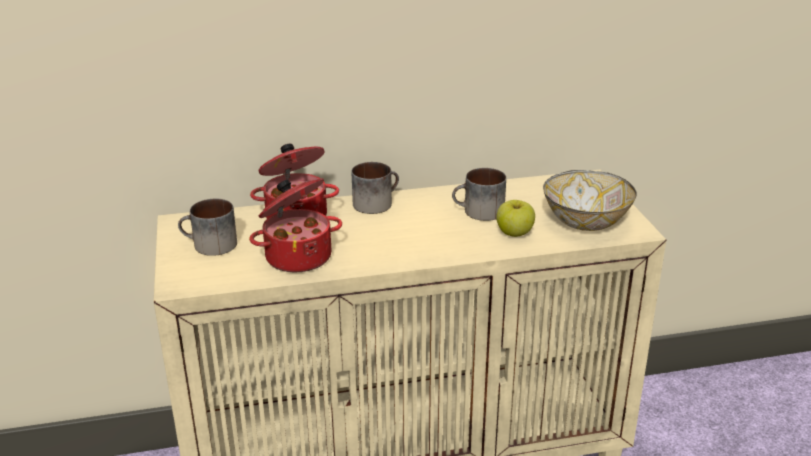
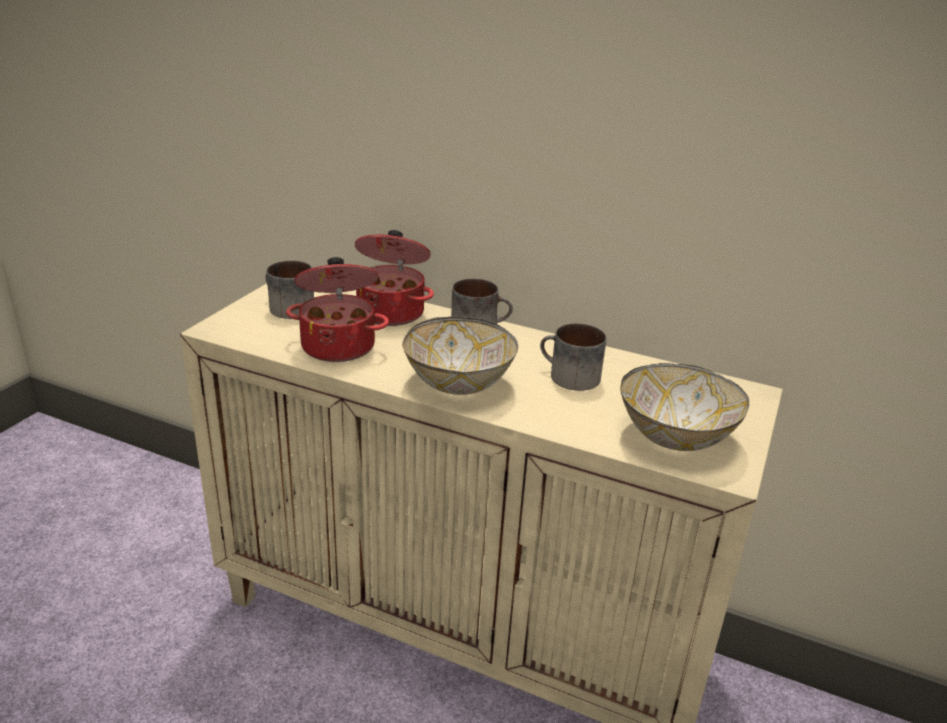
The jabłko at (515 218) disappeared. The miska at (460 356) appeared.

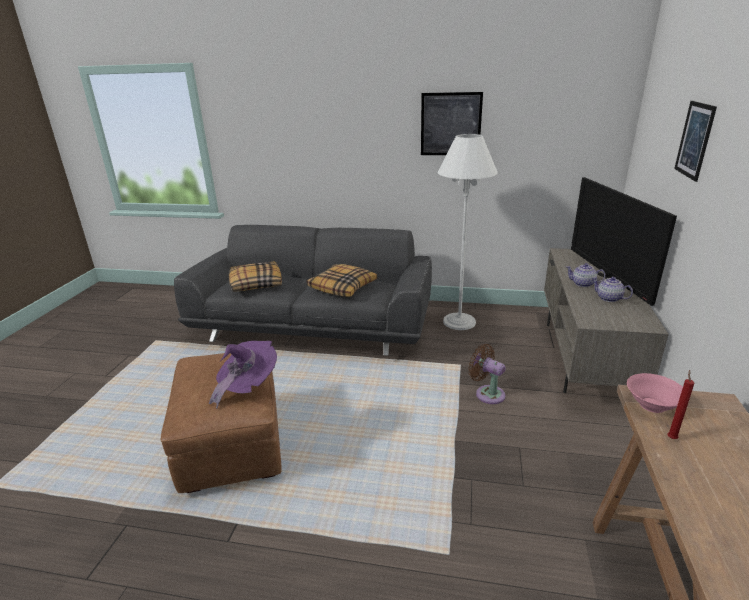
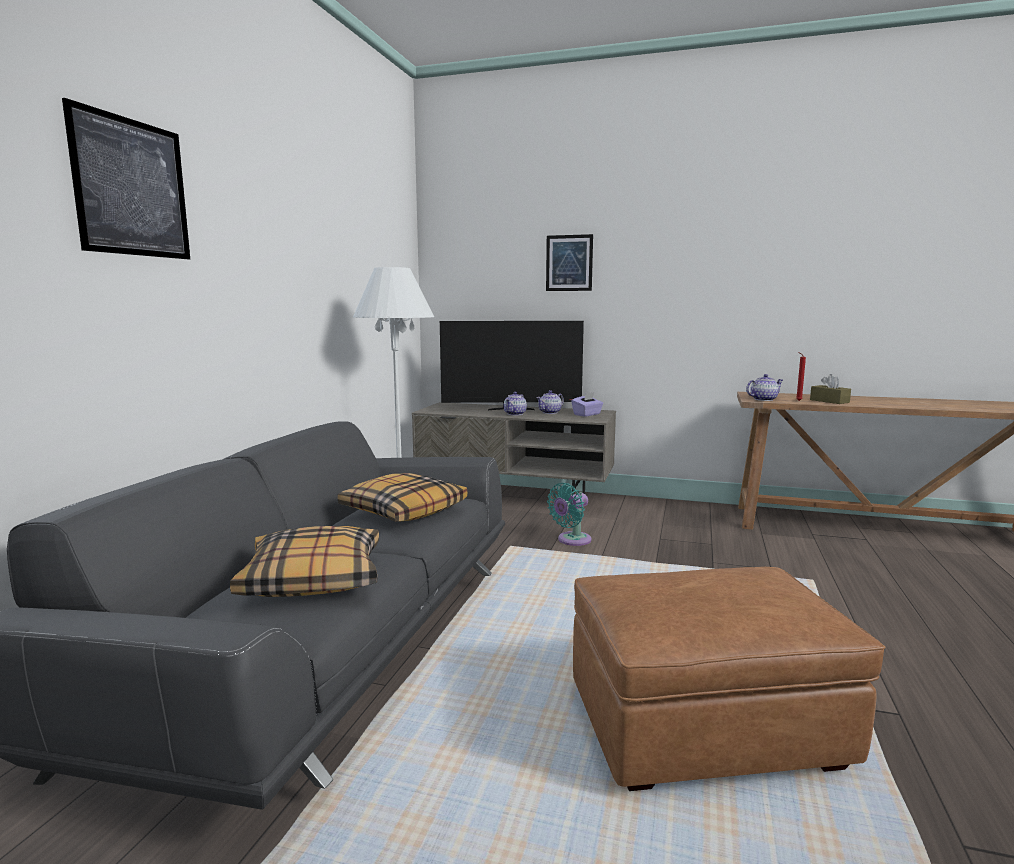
The kapelusz (fioletowy) at (243 374) disappeared. The obraz moved from (452 123) to (126 178). The wentylator (brązowy) at (487 374) became the wentylator (turkusowy) at (569 514). The miska (różowy) at (655 393) was replaced by the imbryk at (764 387). The pudełko chusteczek (fioletowy) at (587 404) appeared. The pudełko chusteczek (brązowy) at (830 389) appeared.

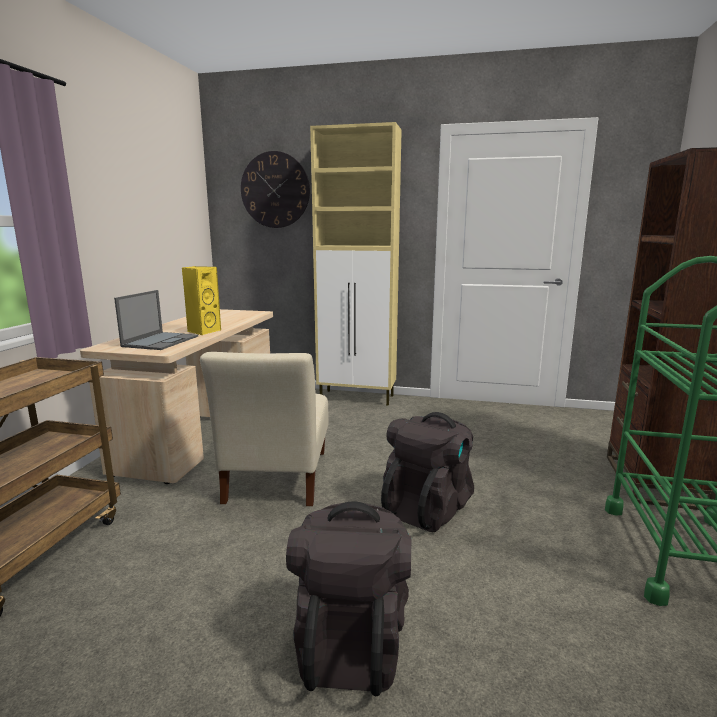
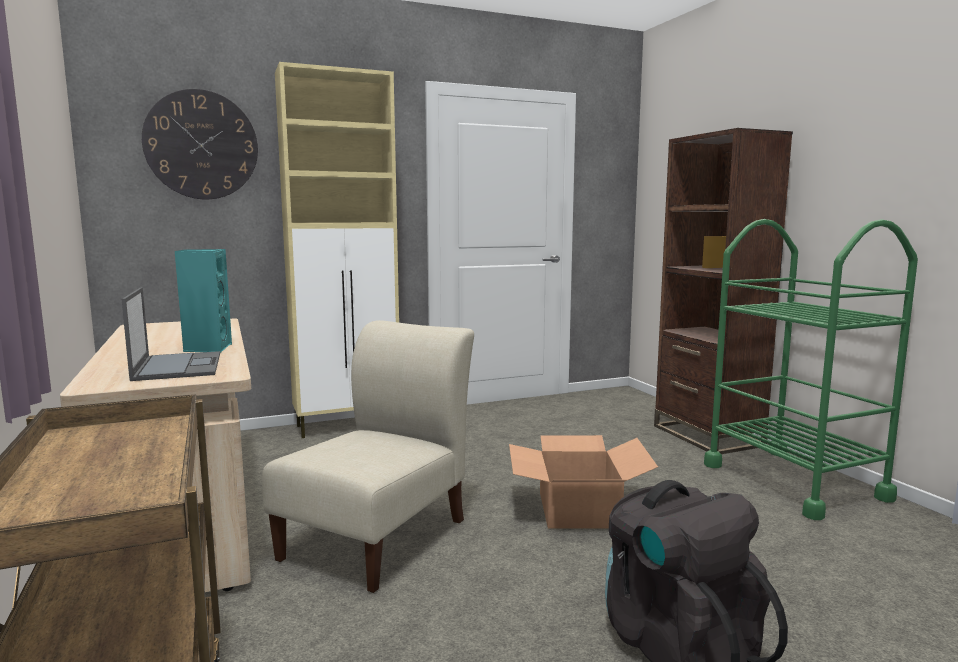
The głośnik (żółty) at (202 300) became the głośnik (turkusowy) at (203 301). The krzesło (beżowy) at (264 429) turned 120 degrees counterclockwise. The plecak (czarny) at (427 472) was replaced by the karton at (583 482).

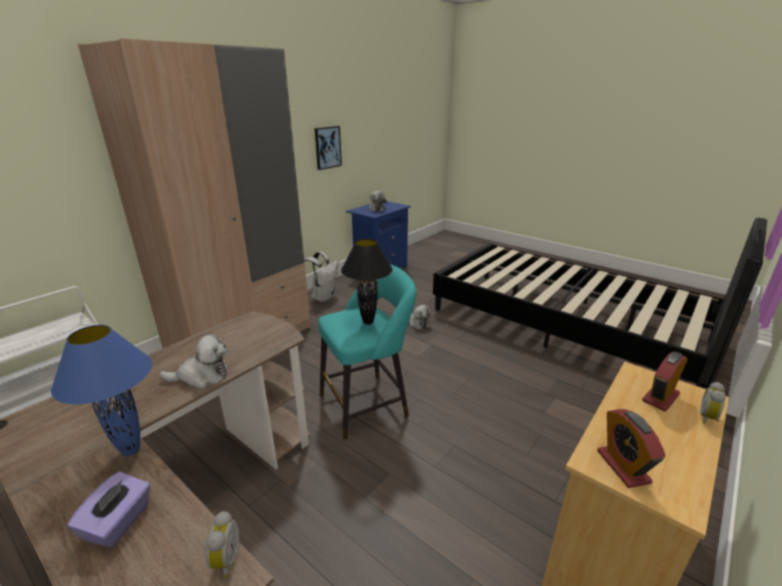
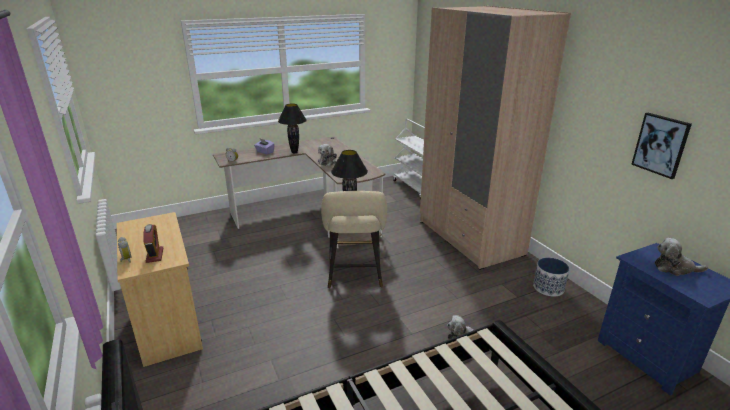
The lampa stołowa (niebieski) at (101 390) became the lampa stołowa (czarny) at (292 129). The plecak (biały) at (321 277) was replaced by the donica at (551 277). The stołek (turkusowy) at (367 352) became the stołek (beżowy) at (354 239). The budzik at (631 448) disappeared.

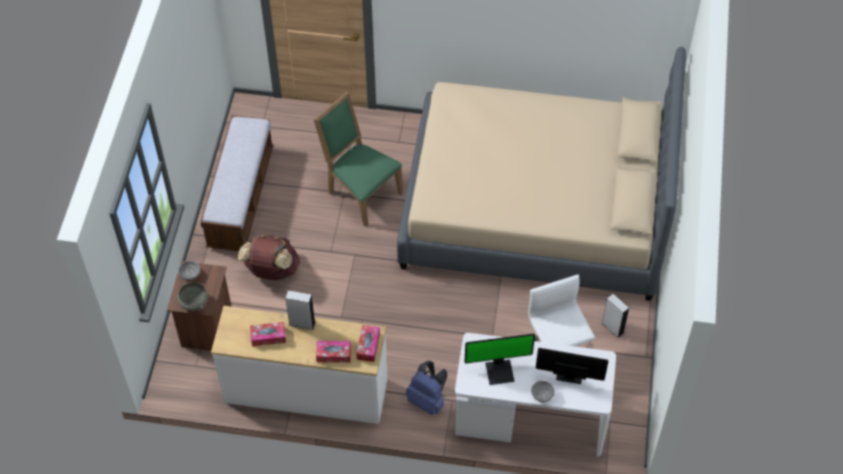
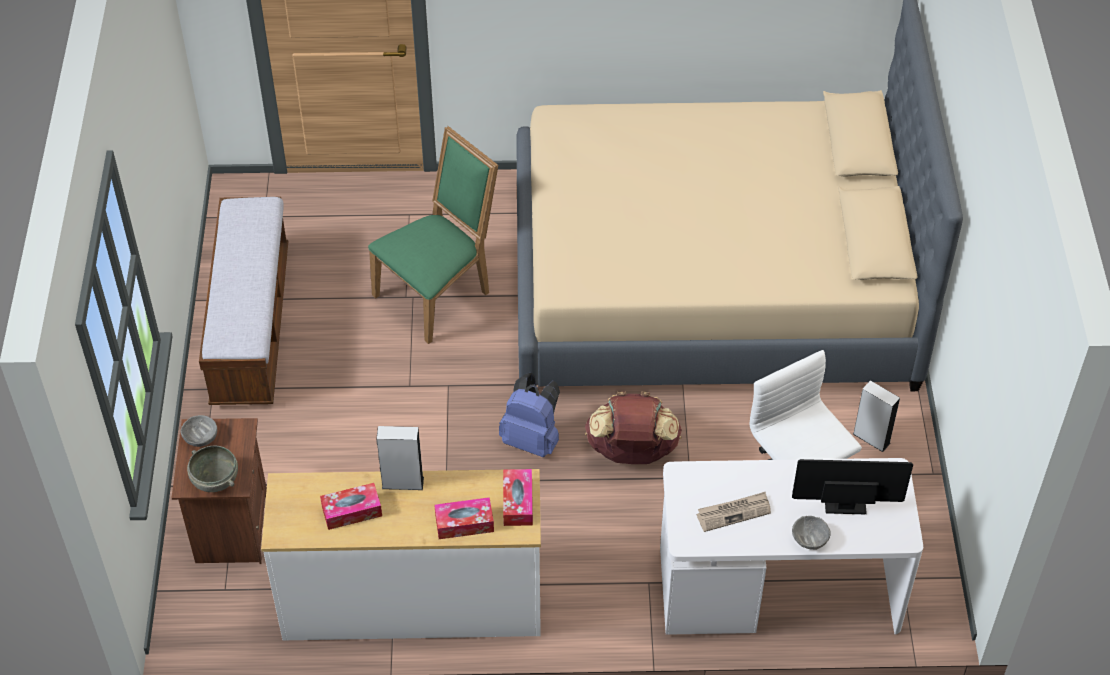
The plecak (brązowy) moved from (269 257) to (633 427). The krzesło (zielony) at (358 159) turned 105 degrees clockwise. The plecak (niebieski) moved from (426 388) to (529 415). The monitor at (500 359) was replaced by the gazeta at (734 512).

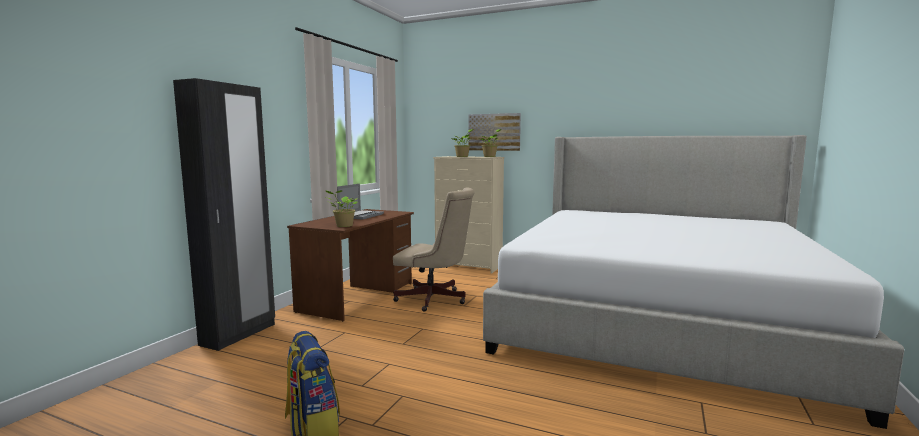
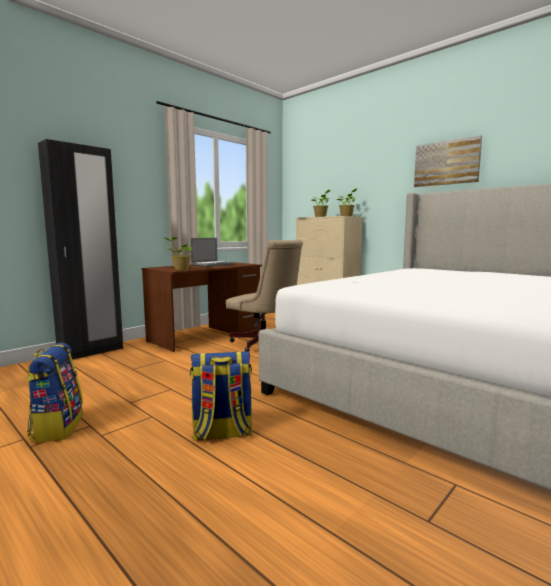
The obraz moved from (494 132) to (448 161). The plecak at (221 396) appeared.

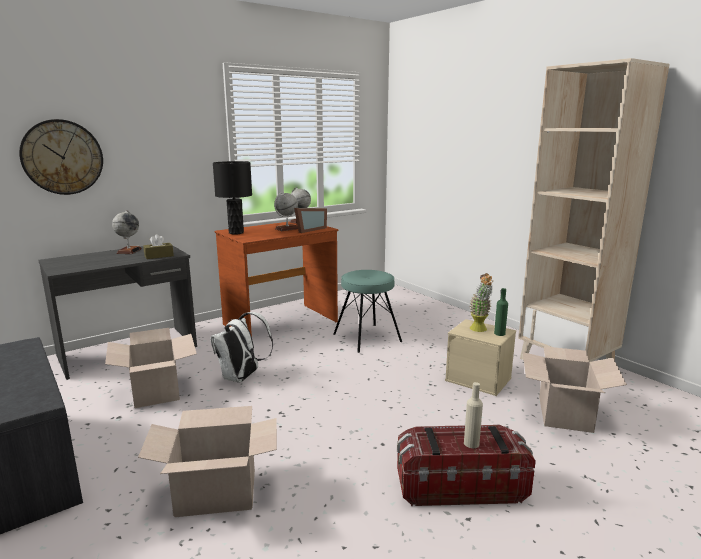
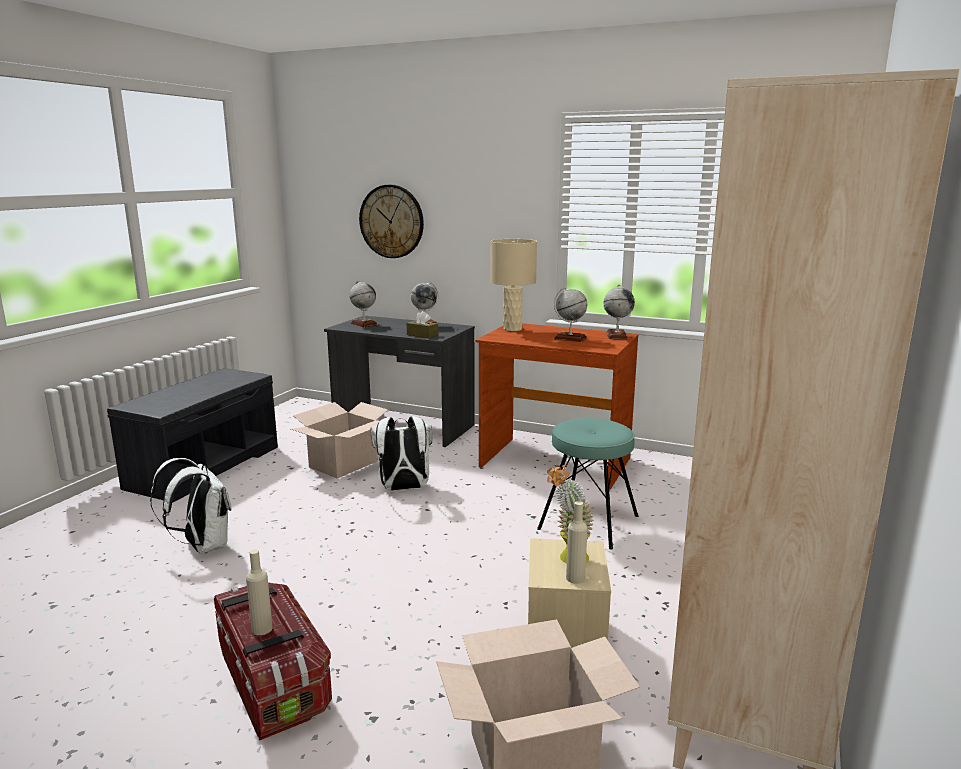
The karton at (207 461) was replaced by the plecak (biały) at (191 506). The lampa stołowa (czarny) at (232 198) became the lampa stołowa (beżowy) at (513 285). The ramka na zdjęcie at (310 220) disappeared. The butelka (zielony) at (501 312) became the butelka (beżowy) at (577 542). The globus at (364 304) appeared.

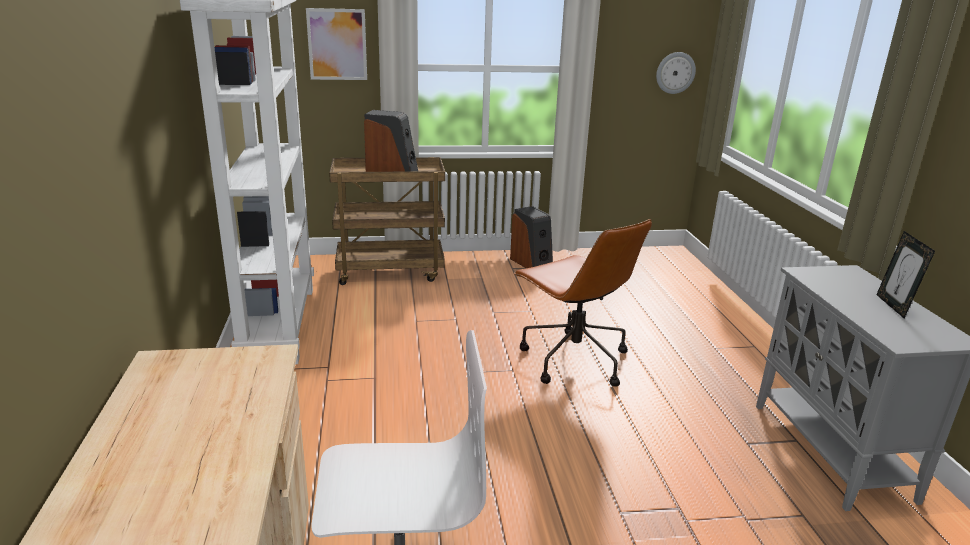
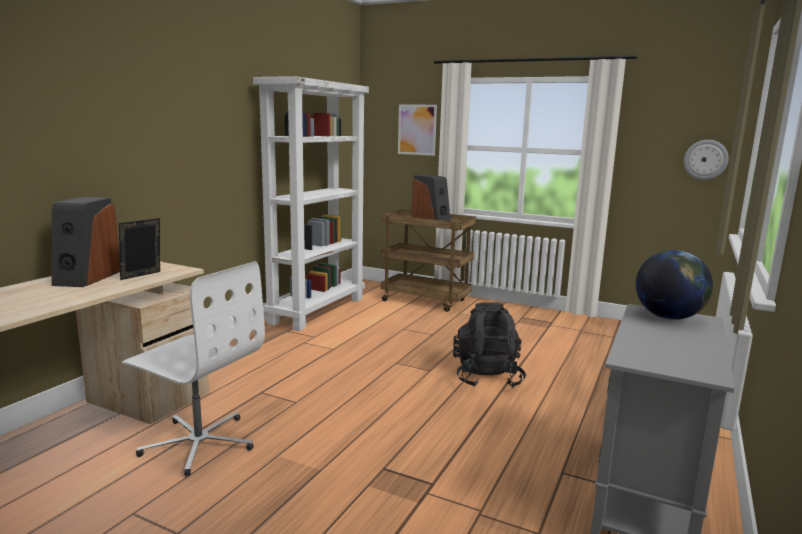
The głośnik moved from (531 237) to (86 242). The krzesło biurowe (brązowy) at (582 303) was replaced by the plecak (czarny) at (489 345). The ramka na zdjęcie moved from (905 274) to (139 249). The globus at (674 284) appeared.

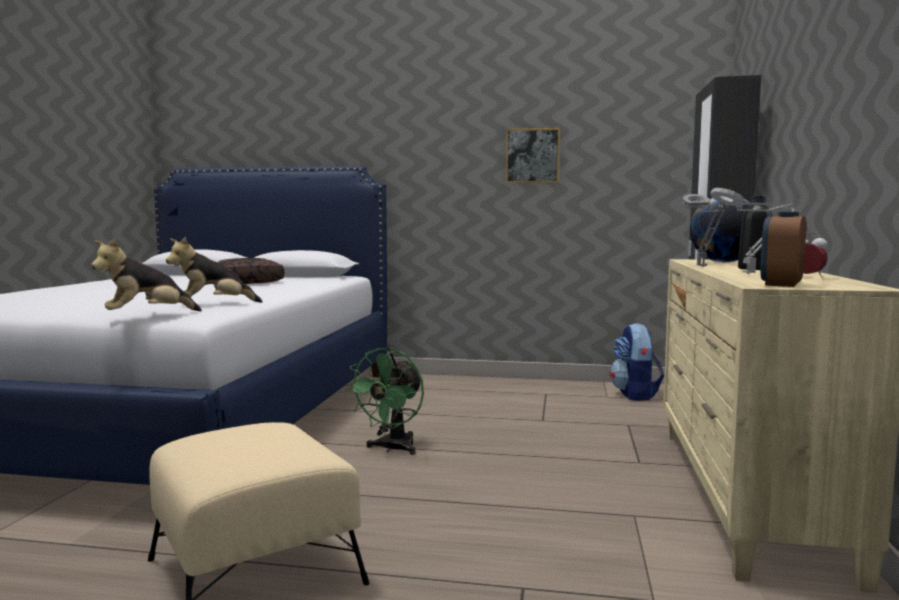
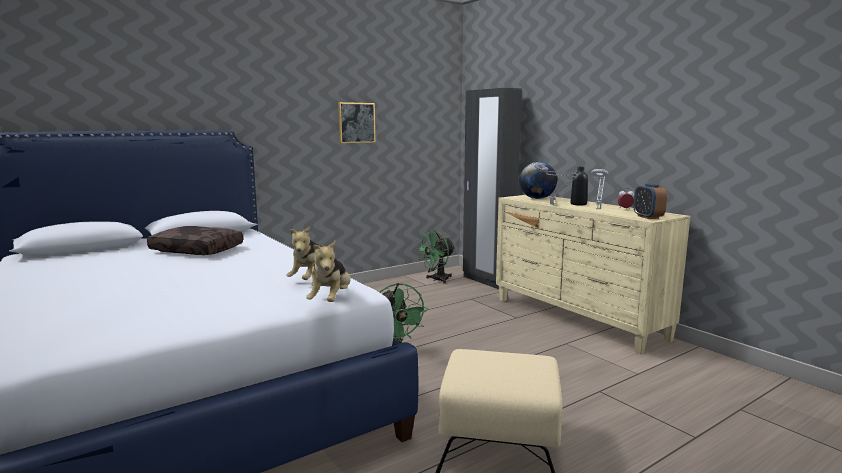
The plecak at (637 362) was replaced by the wentylator (zielony) at (435 257).

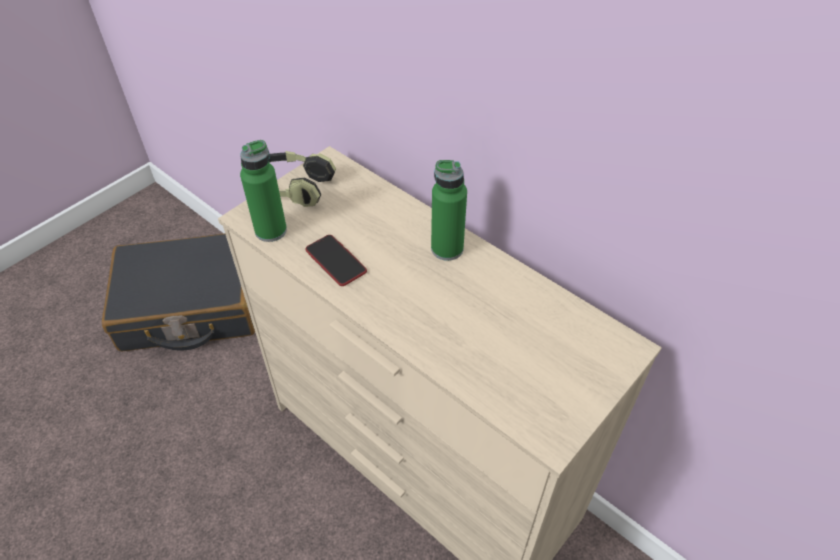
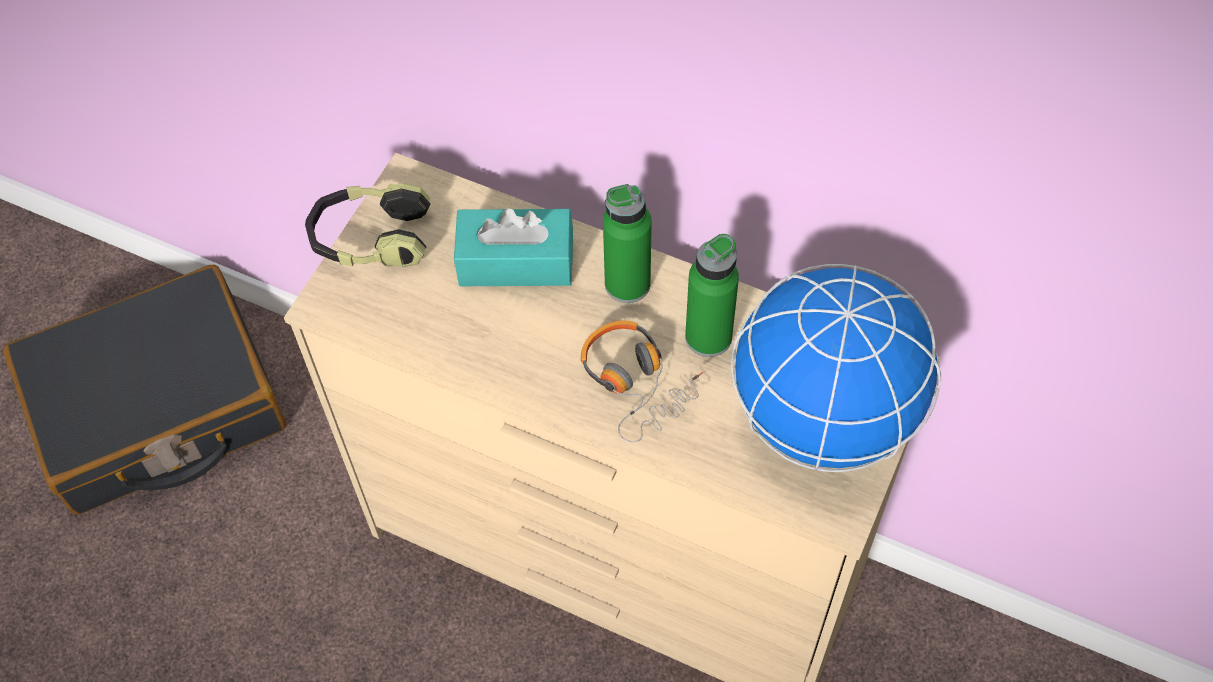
The butelka (zielony) moved from (263 191) to (712 295). The telefon at (336 260) disappeared. The pudełko chusteczek (turkusowy) at (513 247) appeared. The słuchawki at (642 382) appeared. The globus at (836 368) appeared.

